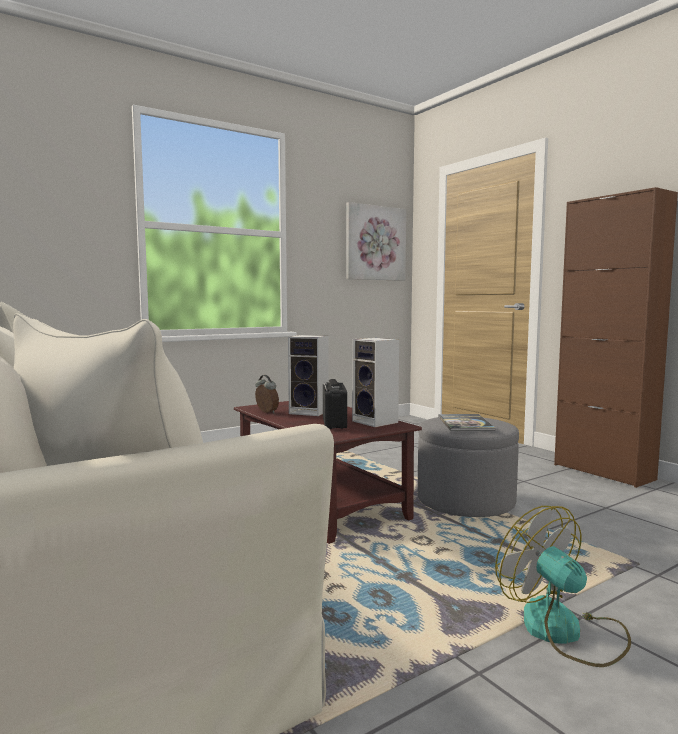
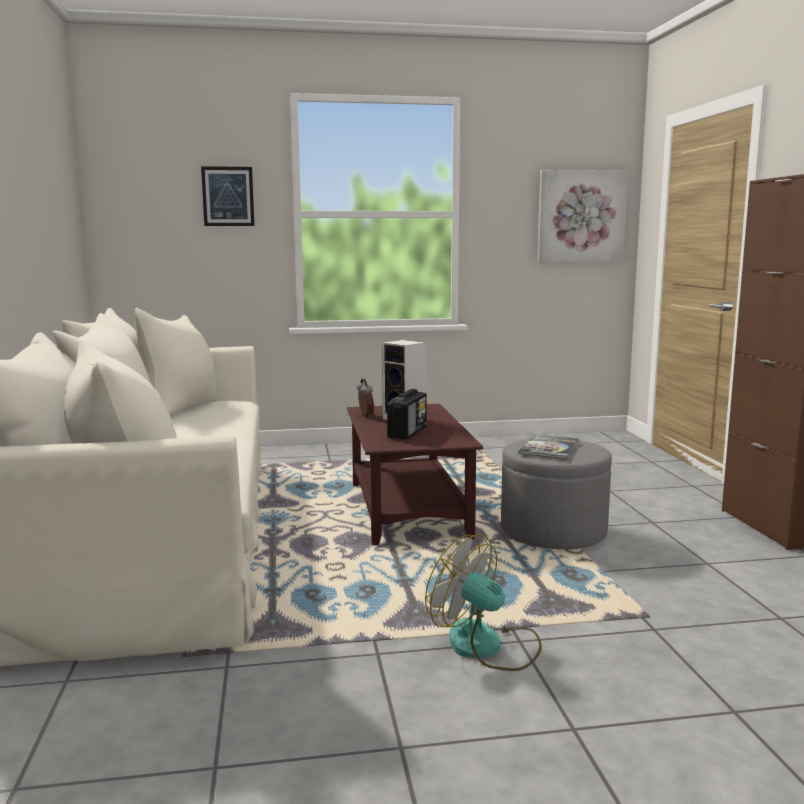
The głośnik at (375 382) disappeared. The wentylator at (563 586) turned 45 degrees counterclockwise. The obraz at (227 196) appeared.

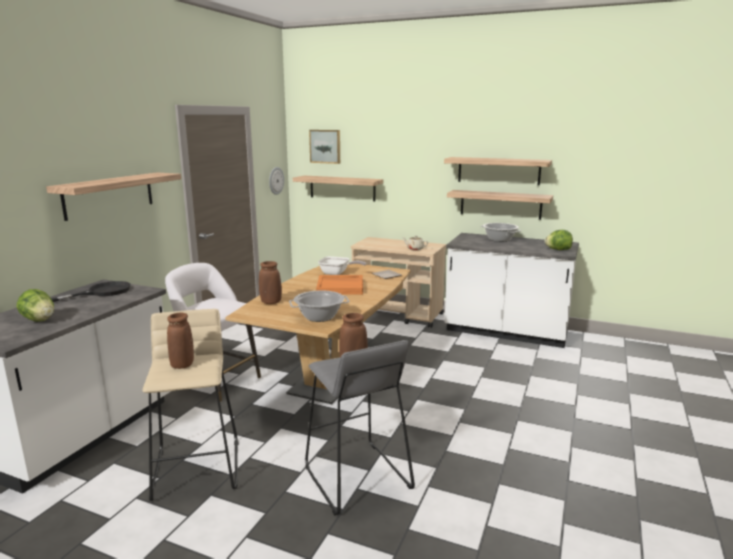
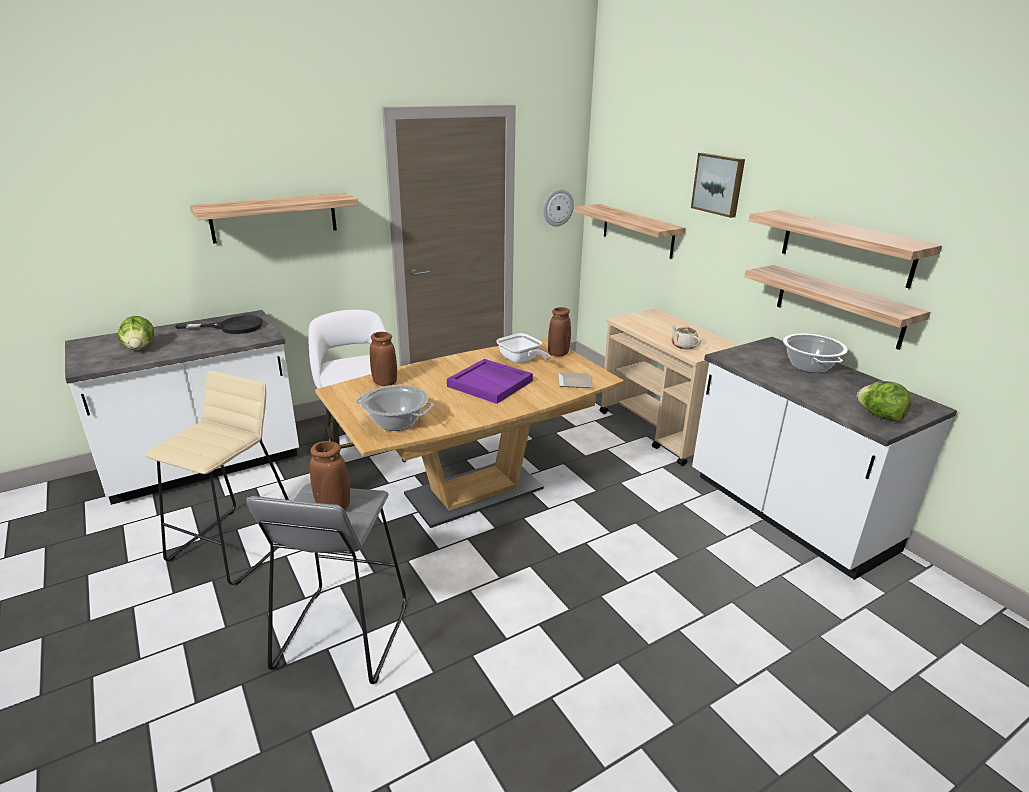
The wazon (brązowy) moved from (180 341) to (559 332). The obraz moved from (324 147) to (718 185). The taca (pomarańczowy) at (339 285) became the taca (fioletowy) at (490 381).

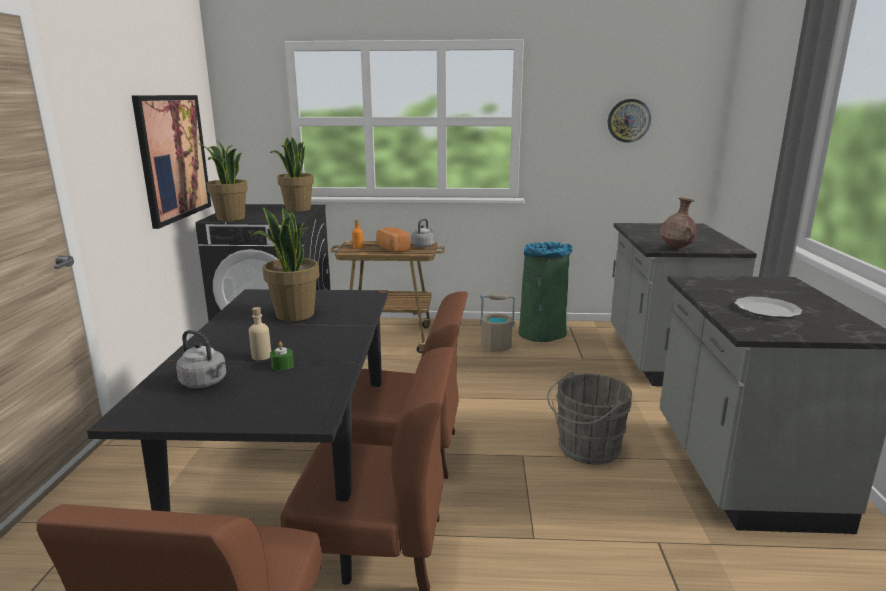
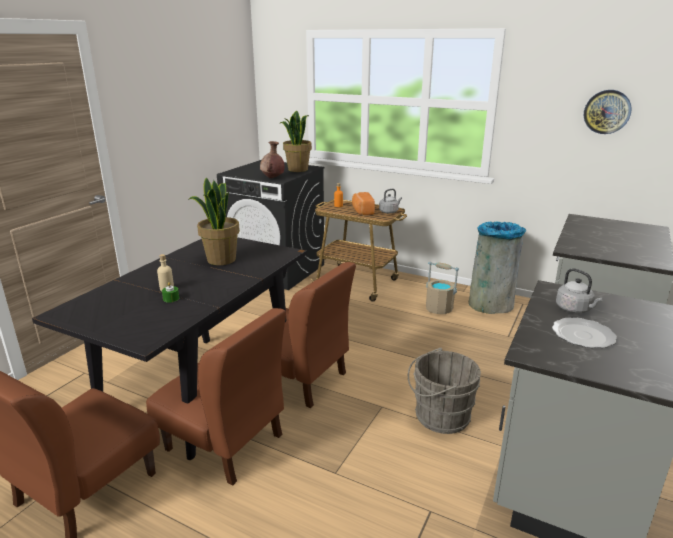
The obraz at (171 162) disappeared. The czajnik (szary) moved from (201 359) to (579 290). The roślina doniczkowa at (223 181) disappeared. The kosz na śmieci (zielony) at (546 292) became the kosz na śmieci (szary) at (497 267). The wazon (brązowy) moved from (678 224) to (272 159).

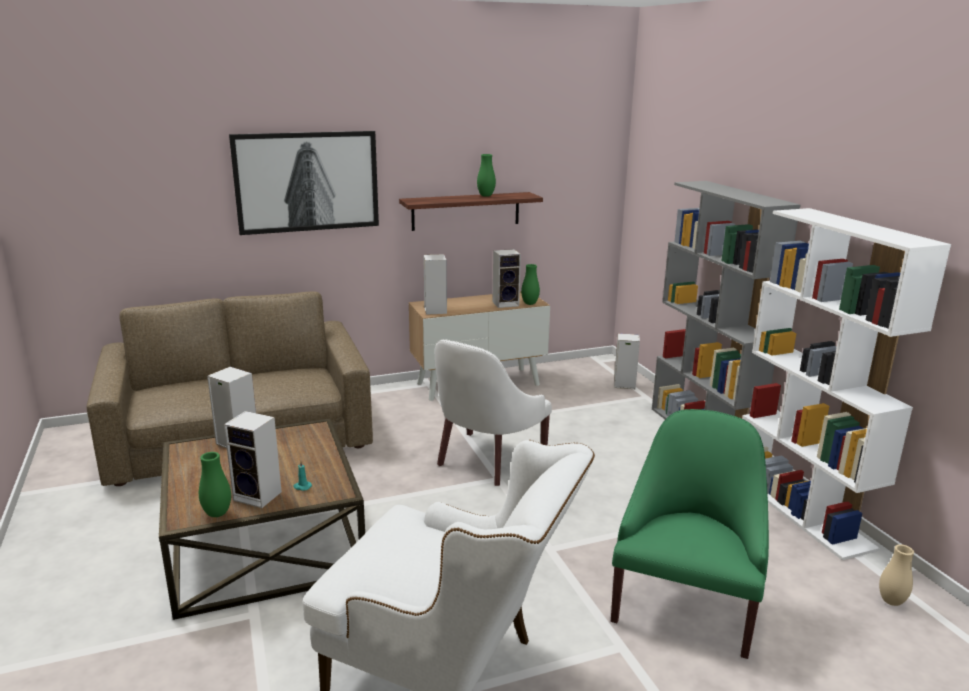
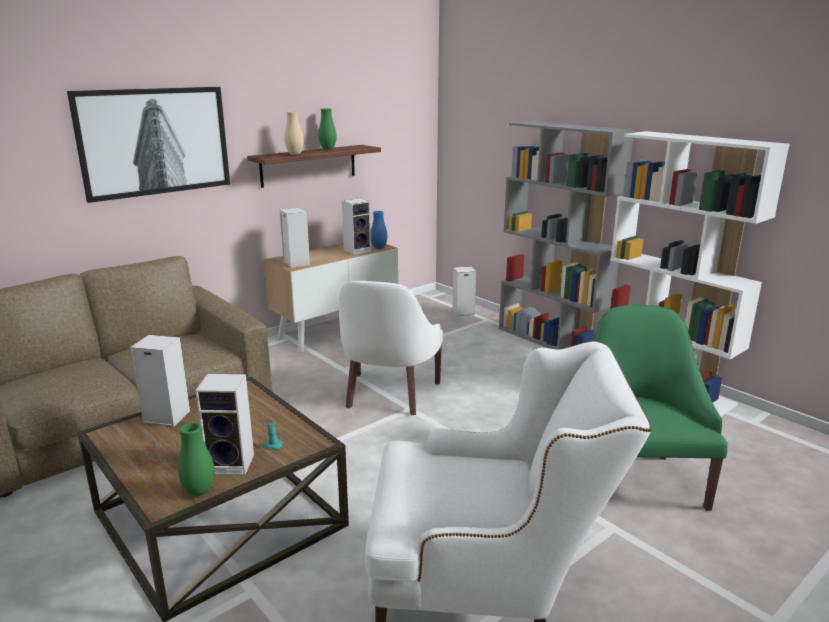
The wazon (zielony) at (530 284) became the wazon (niebieski) at (379 230). The wazon (beżowy) moved from (896 575) to (294 133).

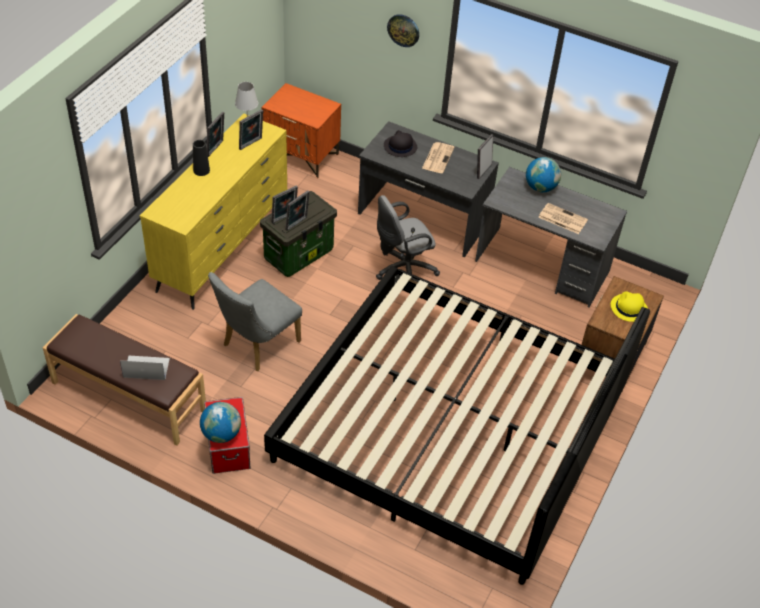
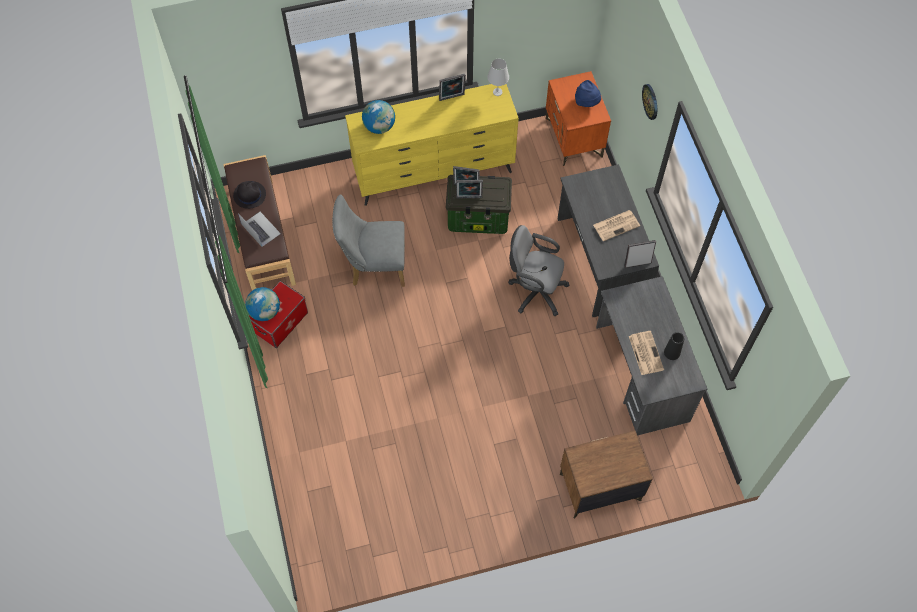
The wazon (czarny) moved from (201 158) to (674 346). The ramka na zdjęcie at (251 129) disappeared. The łóżko at (457 425) disappeared. The kapelusz (czarny) moved from (400 143) to (249 195). The globus moved from (543 174) to (378 117). The kapelusz (żółty) at (629 306) disappeared. The kapelusz (niebieski) at (588 93) appeared.

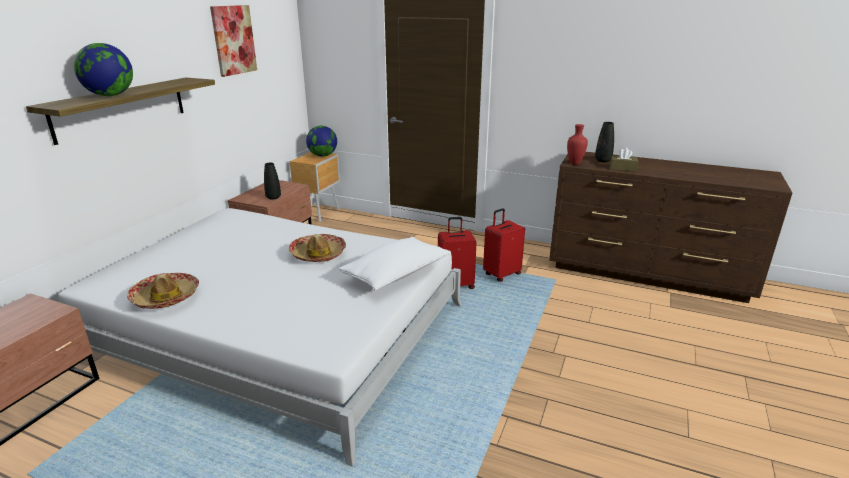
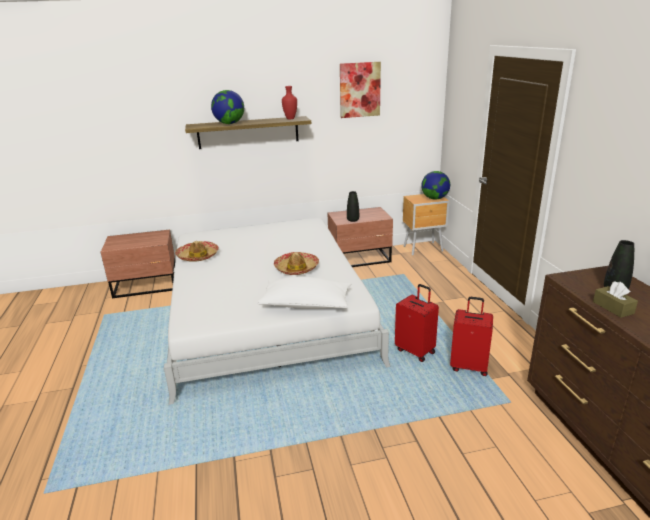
The wazon (czerwony) moved from (577 144) to (289 102).

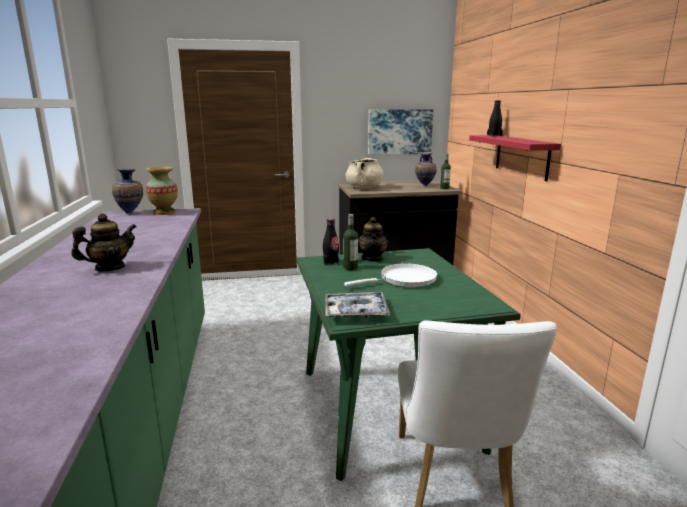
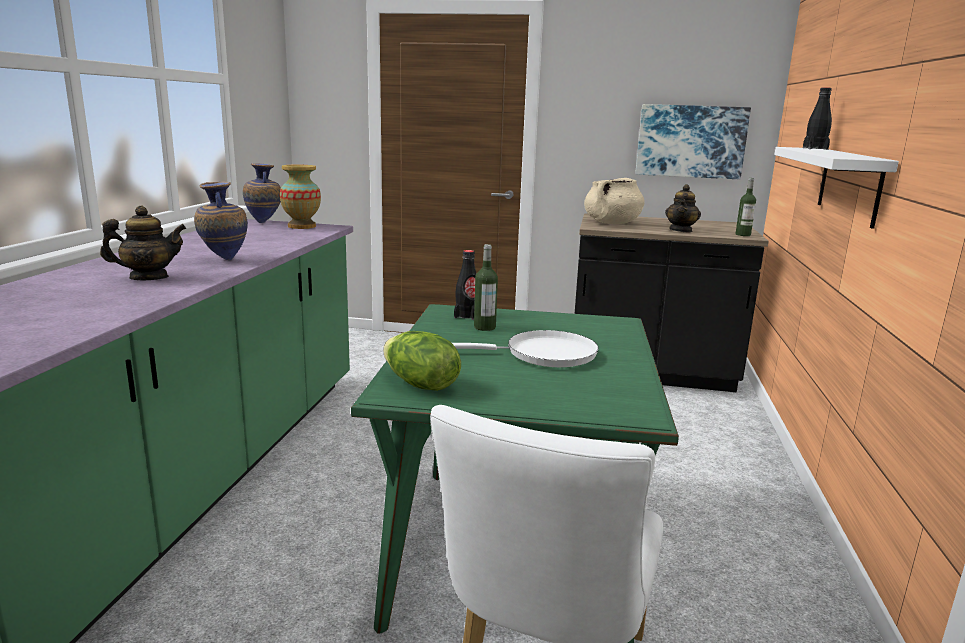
The taca at (357 305) was replaced by the sałata at (422 361). The imbryk moved from (373 239) to (683 208). The wazon moved from (426 169) to (221 221). The półka (czerwony) at (515 158) became the półka (biały) at (836 188).

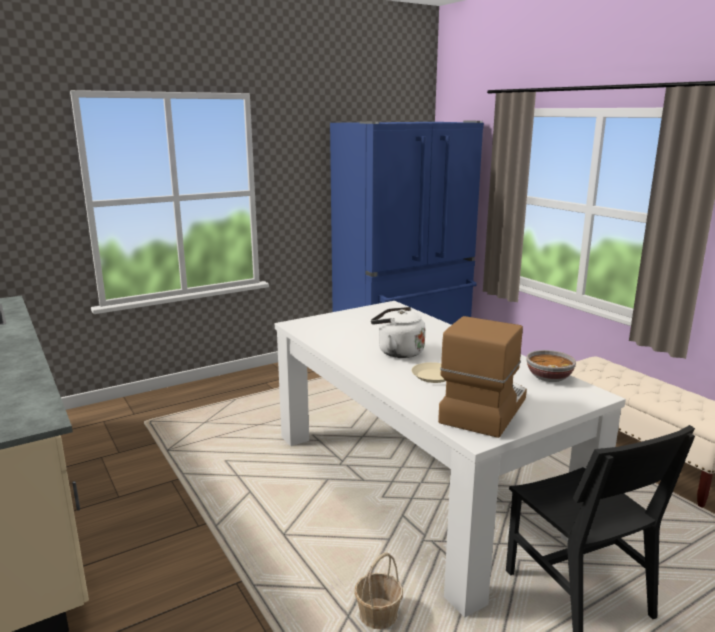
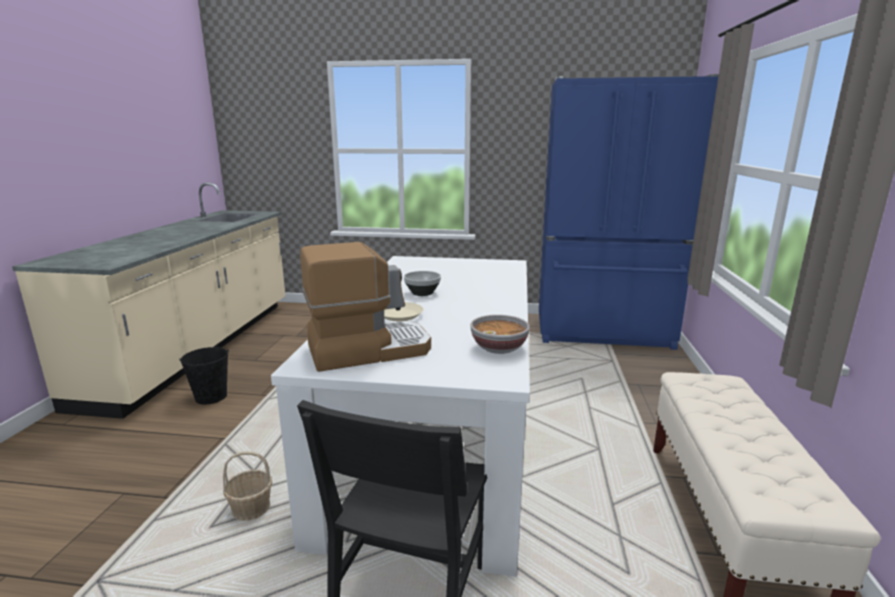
The czajnik (biały) at (398 332) was replaced by the miska at (422 283). The wiadro (czarny) at (203 376) appeared.

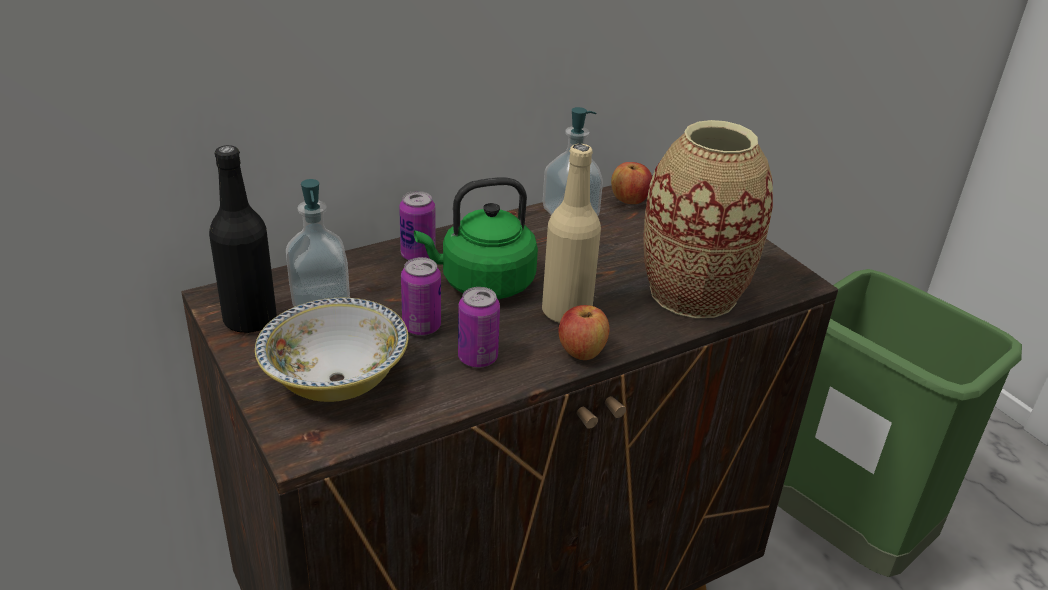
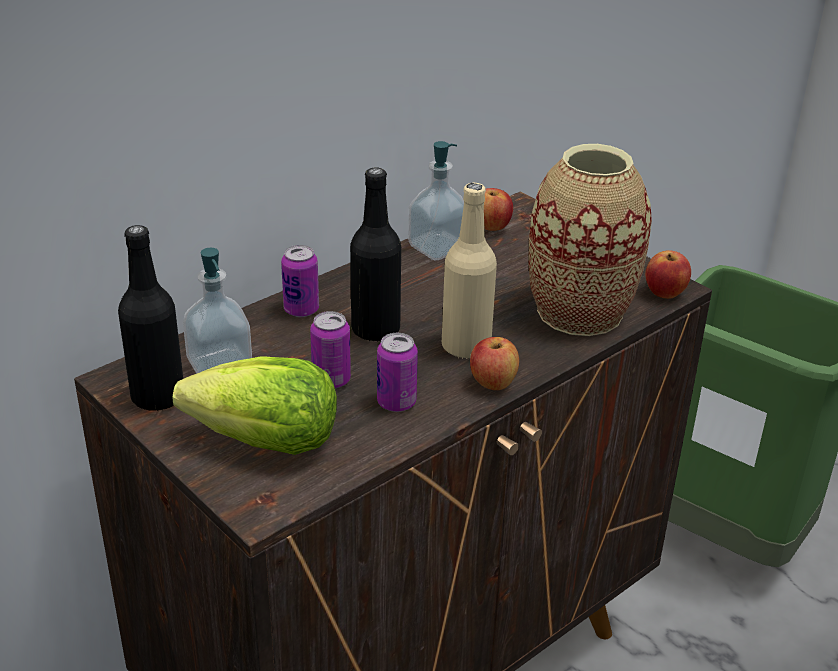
The miska at (331 350) was replaced by the sałata at (255 405). The czajnik (zielony) at (476 238) was replaced by the butelka (czarny) at (375 255). The jabłko at (668 274) appeared.

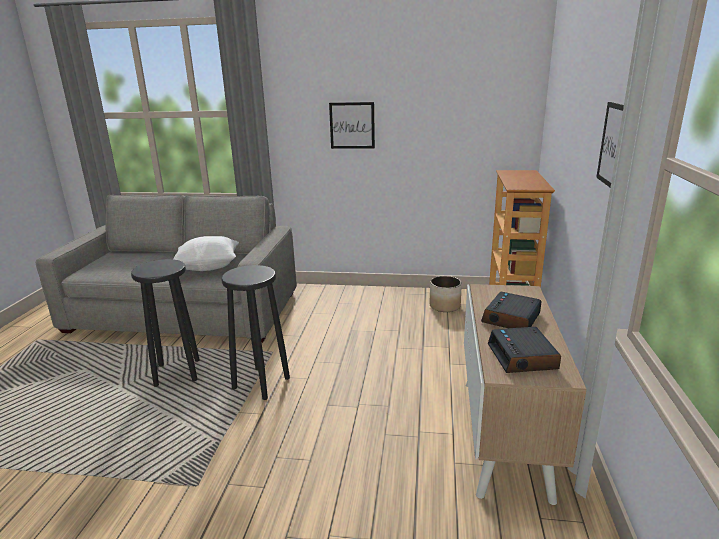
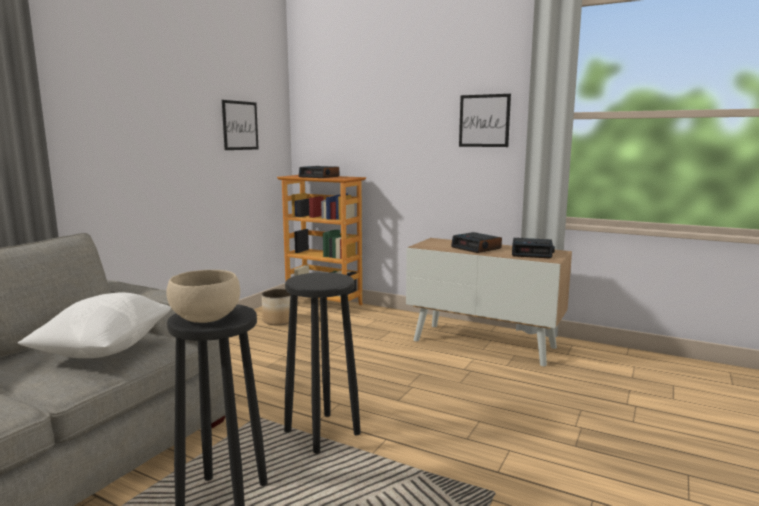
The obraz moved from (352 125) to (240 125). The miska (beżowy) at (203 296) appeared. The budzik at (319 171) appeared.

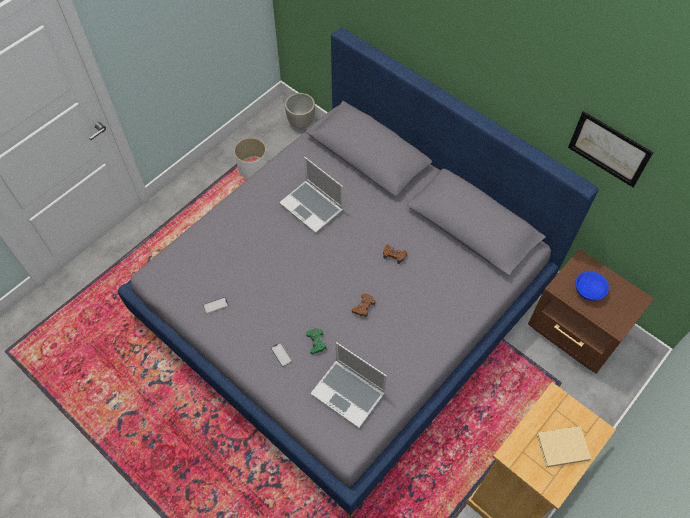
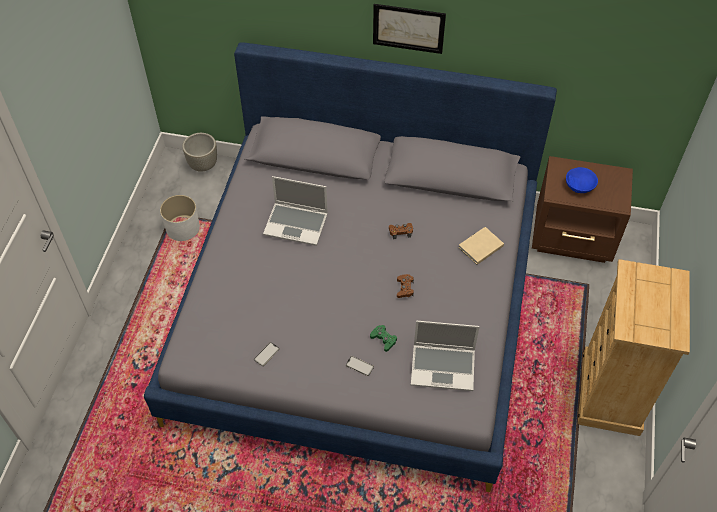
The książka (beżowy) moved from (564 446) to (481 246). The obraz moved from (610 149) to (409 29).

